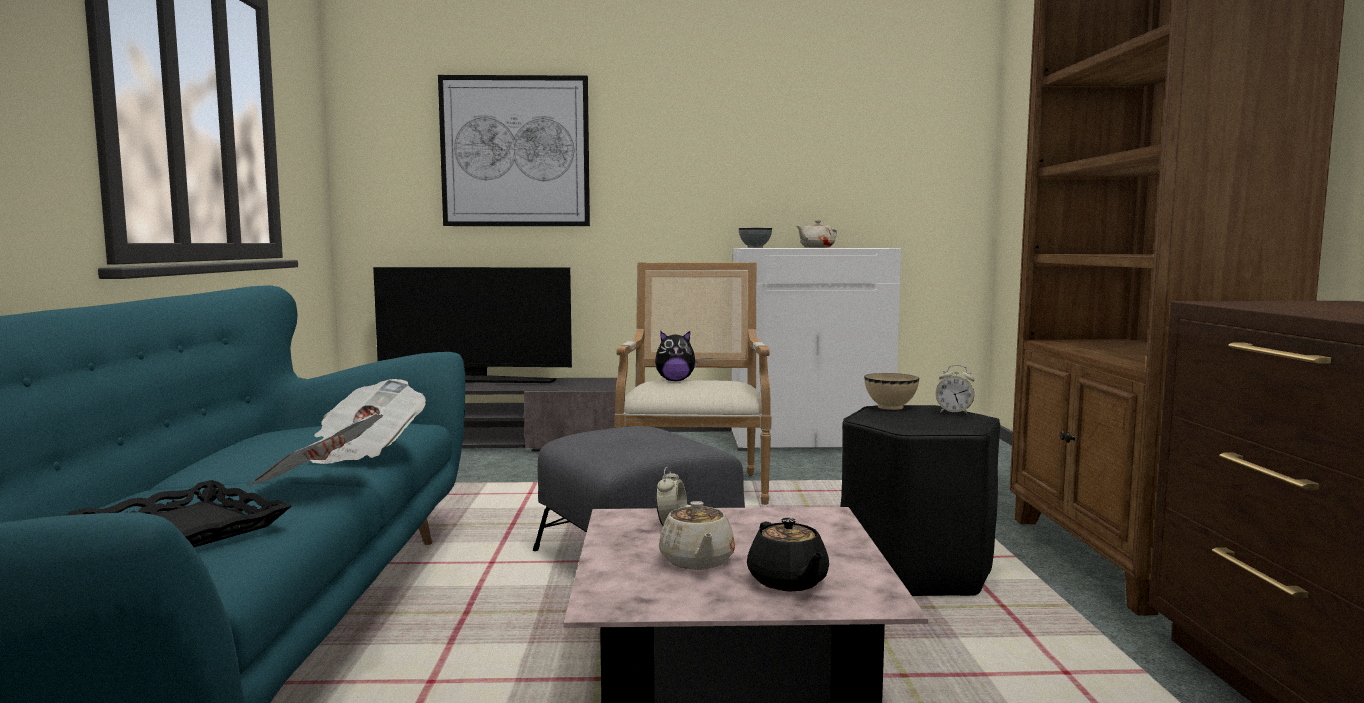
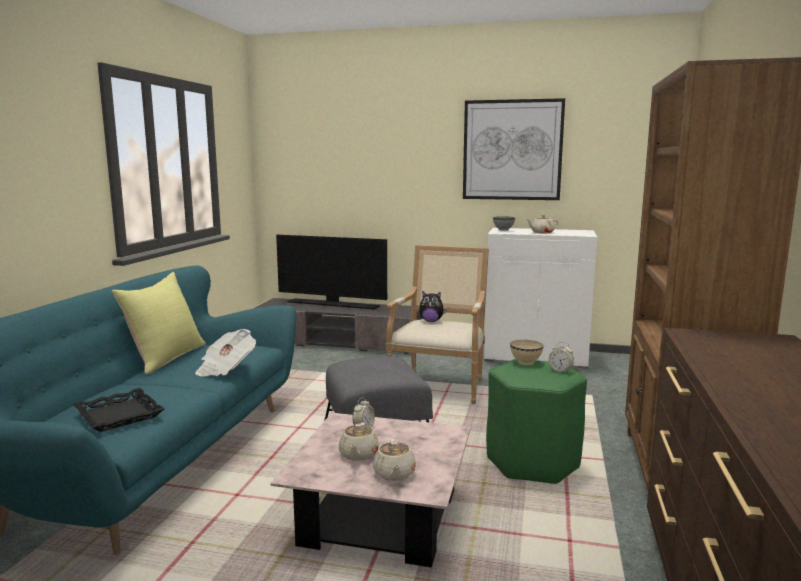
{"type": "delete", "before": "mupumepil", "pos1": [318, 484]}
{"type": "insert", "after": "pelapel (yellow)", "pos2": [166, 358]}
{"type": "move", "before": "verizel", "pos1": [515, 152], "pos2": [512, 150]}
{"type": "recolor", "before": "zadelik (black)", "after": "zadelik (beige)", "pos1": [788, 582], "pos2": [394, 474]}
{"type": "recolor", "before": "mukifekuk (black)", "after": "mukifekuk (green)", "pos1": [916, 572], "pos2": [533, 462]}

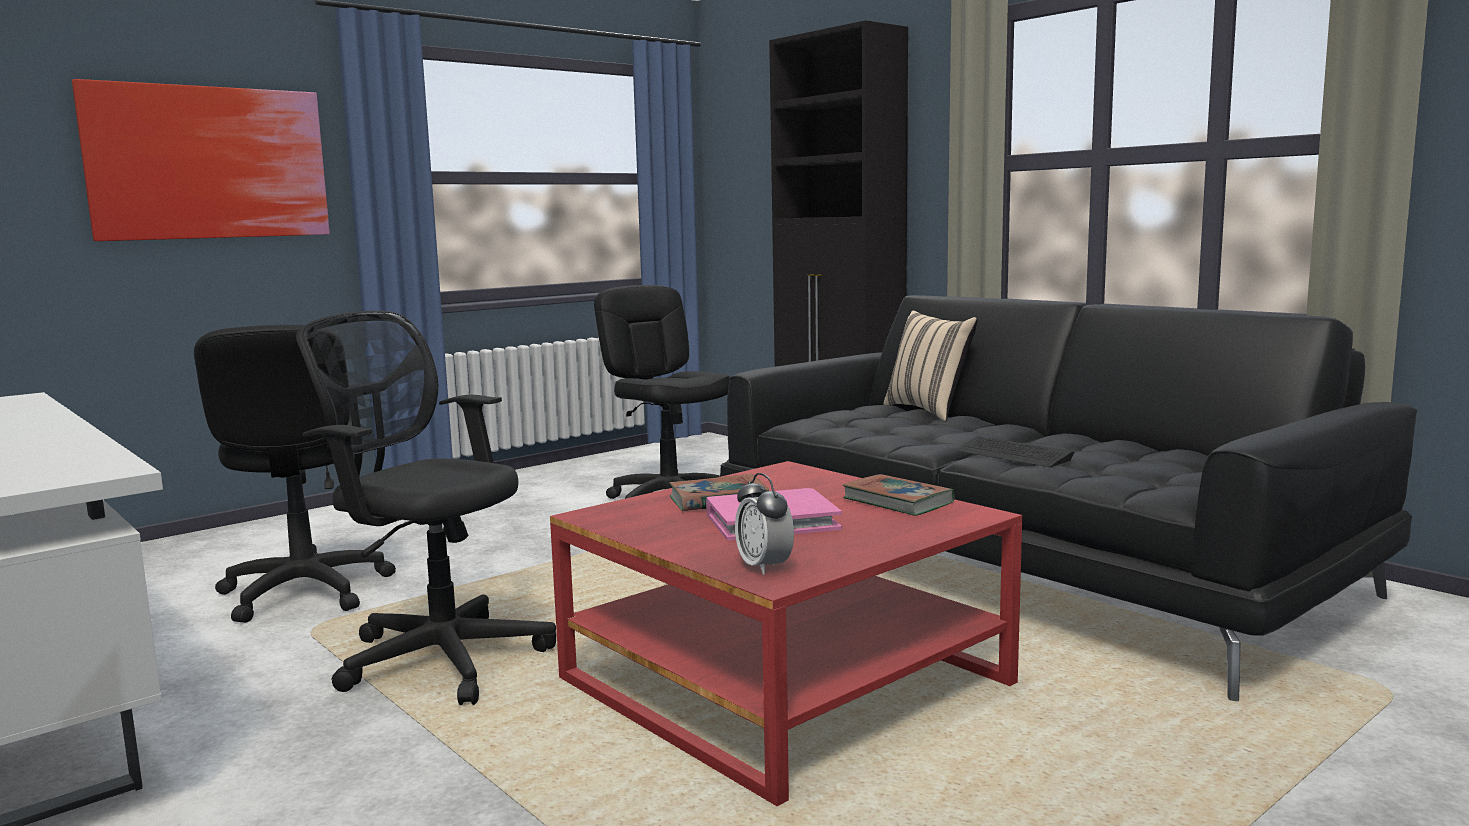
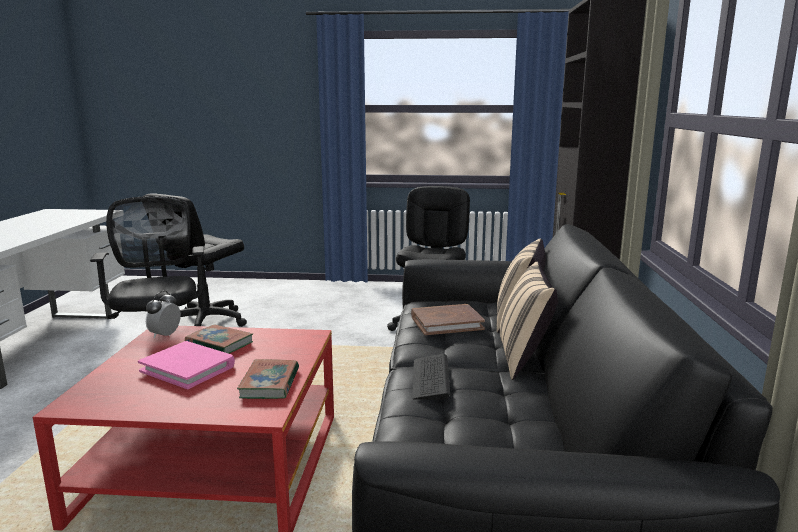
{"type": "delete", "before": "verizel", "pos1": [209, 163]}
{"type": "insert", "after": "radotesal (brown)", "pos2": [446, 323]}
{"type": "insert", "after": "pelapel (beige)", "pos2": [524, 359]}
{"type": "move", "before": "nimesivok", "pos1": [764, 567], "pos2": [165, 335]}

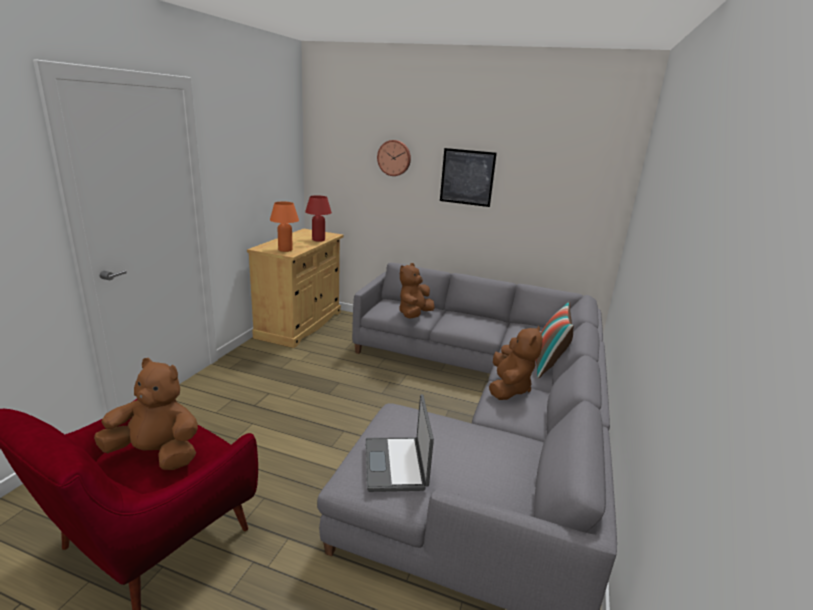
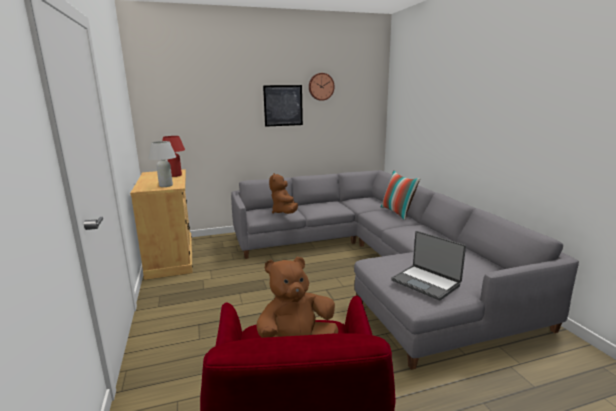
{"type": "delete", "before": "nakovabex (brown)", "pos1": [509, 388]}
{"type": "move", "before": "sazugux", "pos1": [394, 158], "pos2": [321, 86]}
{"type": "recolor", "before": "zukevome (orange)", "after": "zukevome (white)", "pos1": [285, 250], "pos2": [166, 185]}

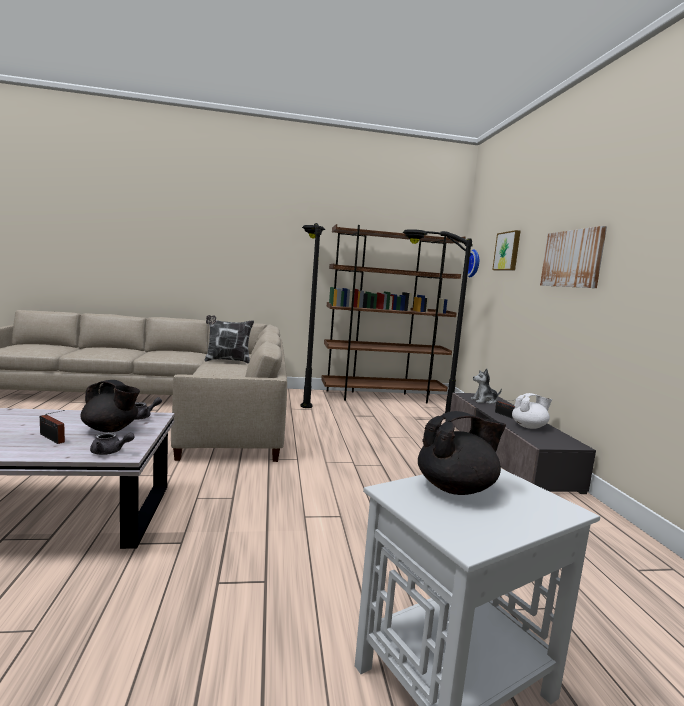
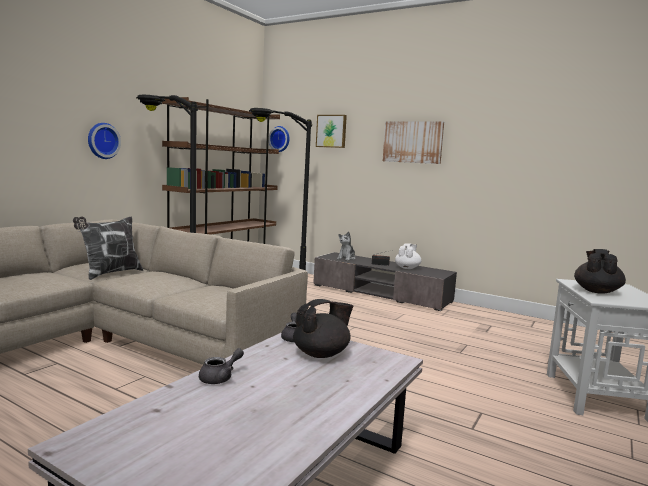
{"type": "delete", "before": "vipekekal", "pos1": [52, 439]}
{"type": "insert", "after": "sazugux", "pos2": [102, 140]}
{"type": "move", "before": "zadelik (grey)", "pos1": [110, 452], "pos2": [220, 378]}

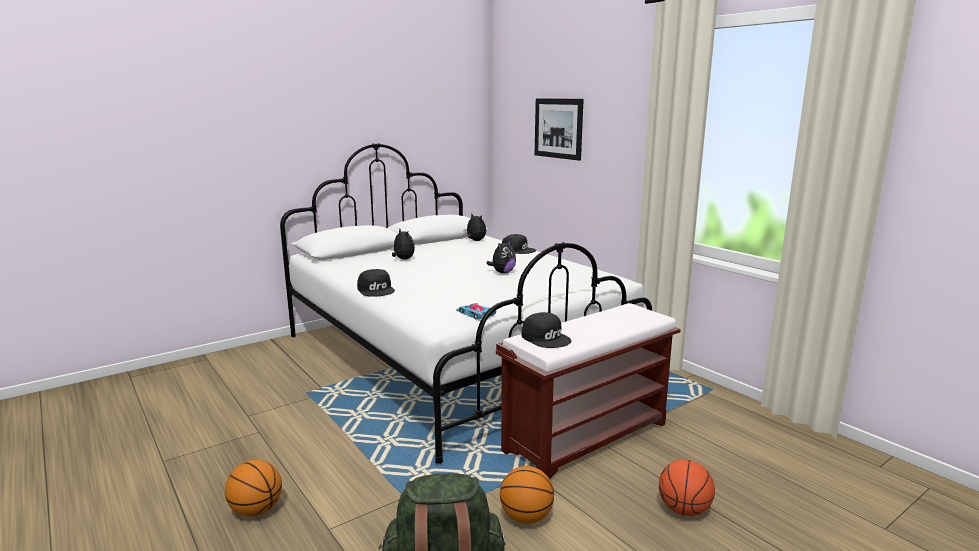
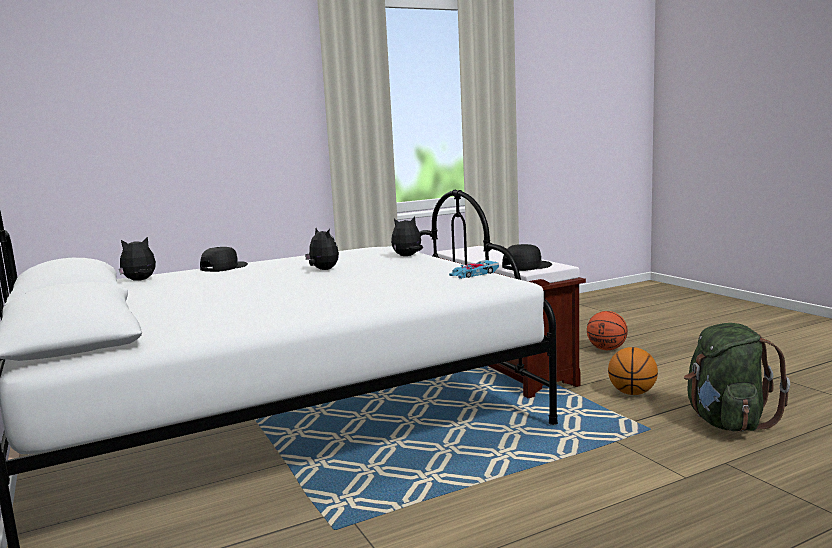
{"type": "delete", "before": "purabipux", "pos1": [256, 510]}
{"type": "delete", "before": "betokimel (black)", "pos1": [376, 290]}
{"type": "delete", "before": "verizel", "pos1": [558, 128]}
{"type": "move", "before": "nakovabex", "pos1": [403, 259], "pos2": [407, 256]}

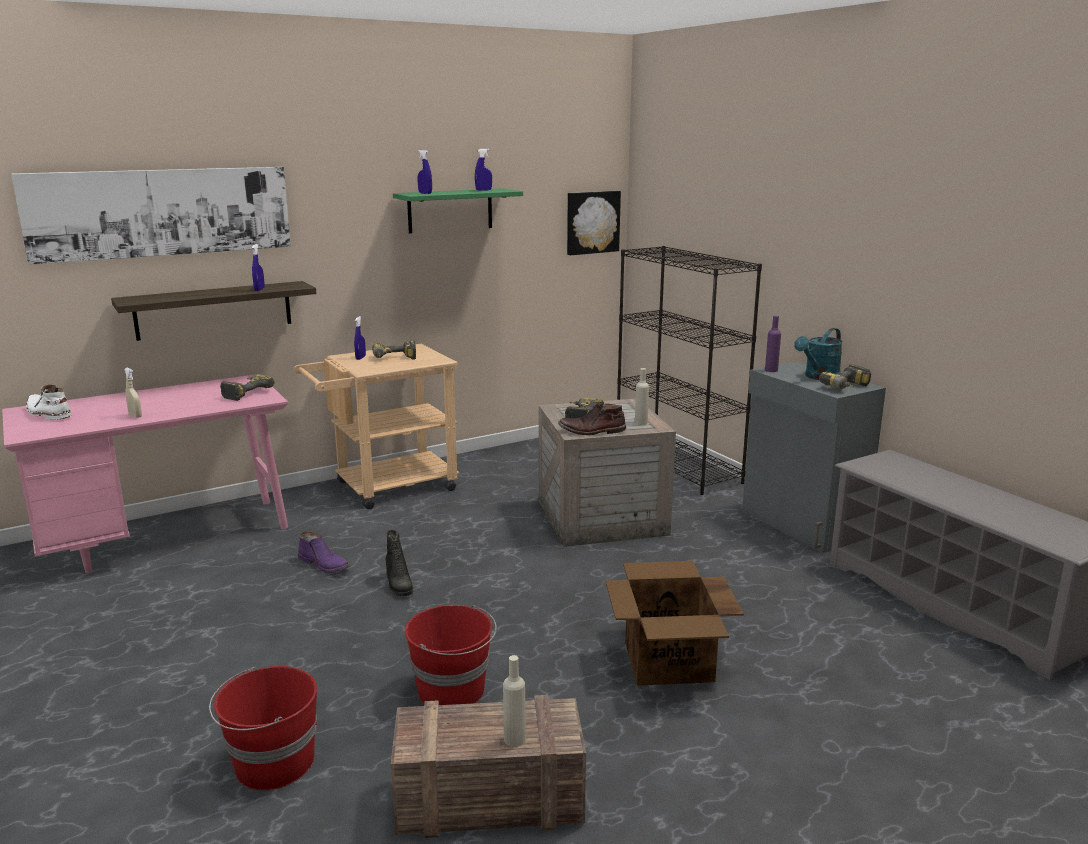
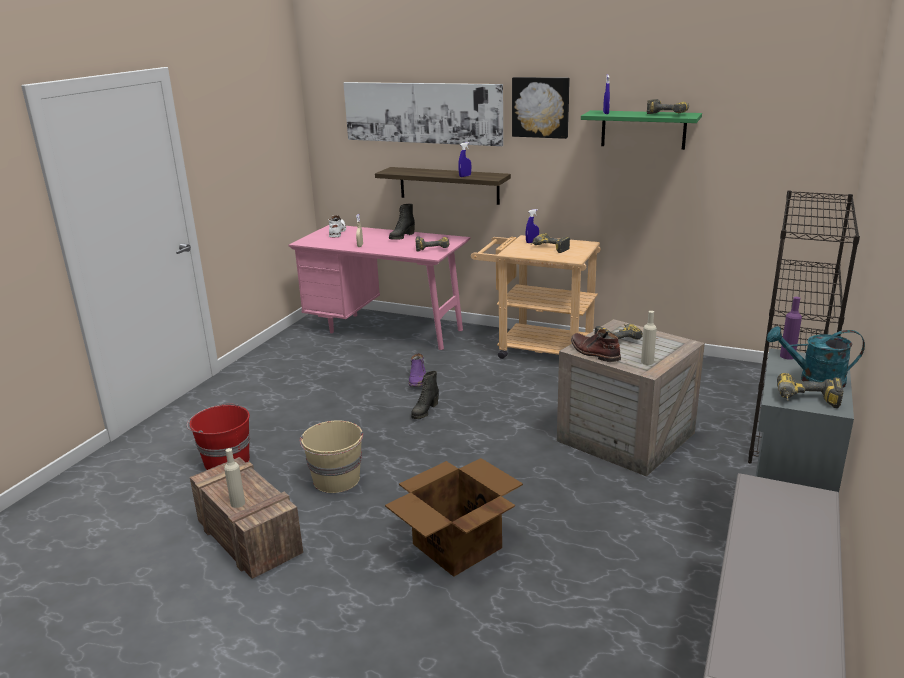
{"type": "insert", "after": "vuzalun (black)", "pos2": [401, 237]}
{"type": "move", "before": "verizel", "pos1": [592, 222], "pos2": [541, 107]}
{"type": "replace", "before": "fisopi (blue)", "after": "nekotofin", "pos1": [483, 190], "pos2": [669, 114]}
{"type": "recolor", "before": "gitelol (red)", "after": "gitelol (beige)", "pos1": [452, 690], "pos2": [336, 480]}

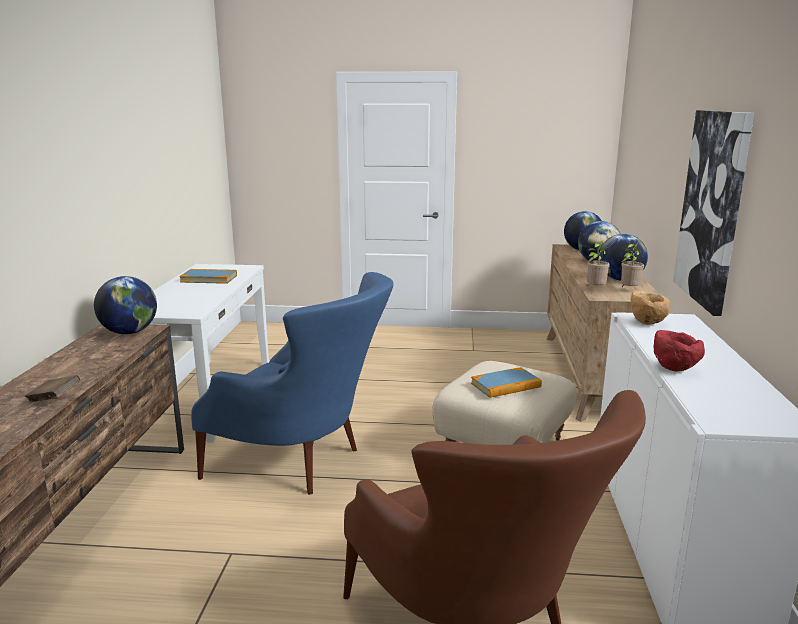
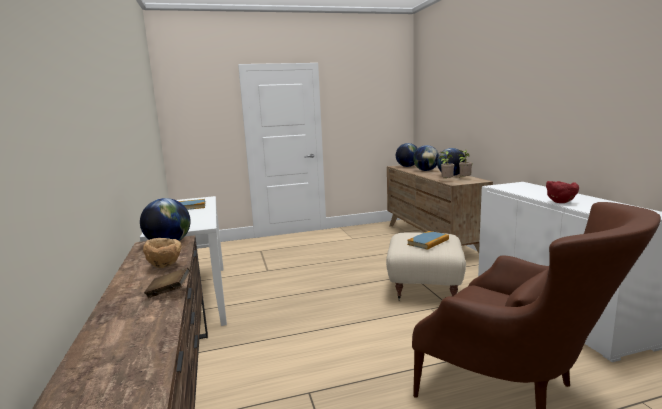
{"type": "delete", "before": "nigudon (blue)", "pos1": [304, 462]}
{"type": "delete", "before": "verizel", "pos1": [712, 208]}
{"type": "move", "before": "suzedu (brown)", "pos1": [647, 323], "pos2": [165, 266]}

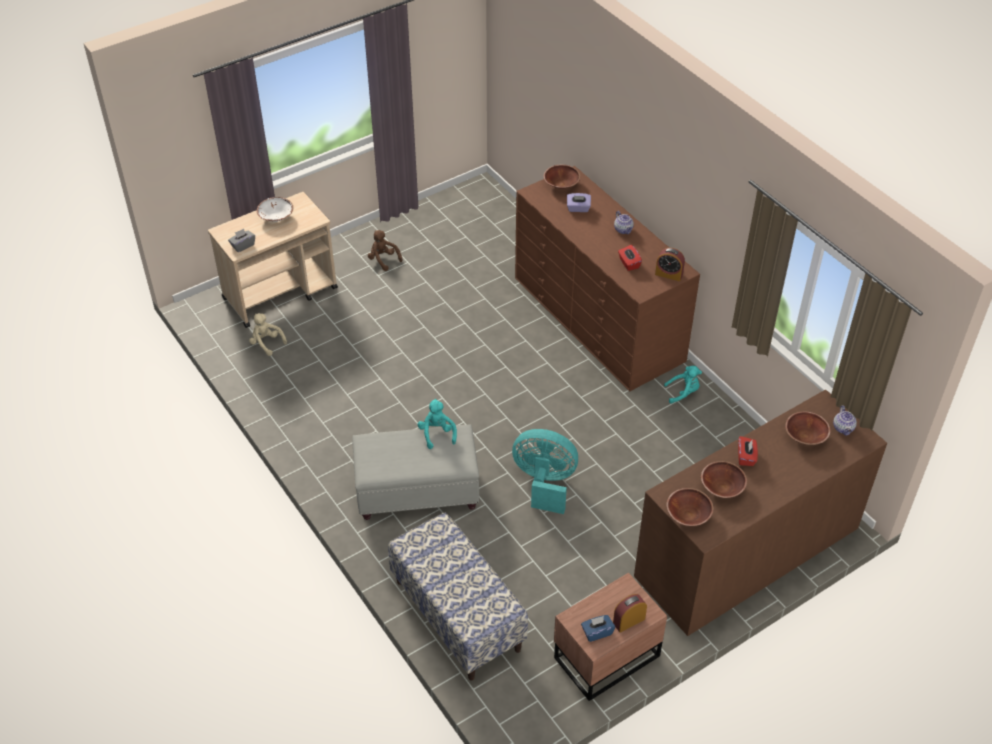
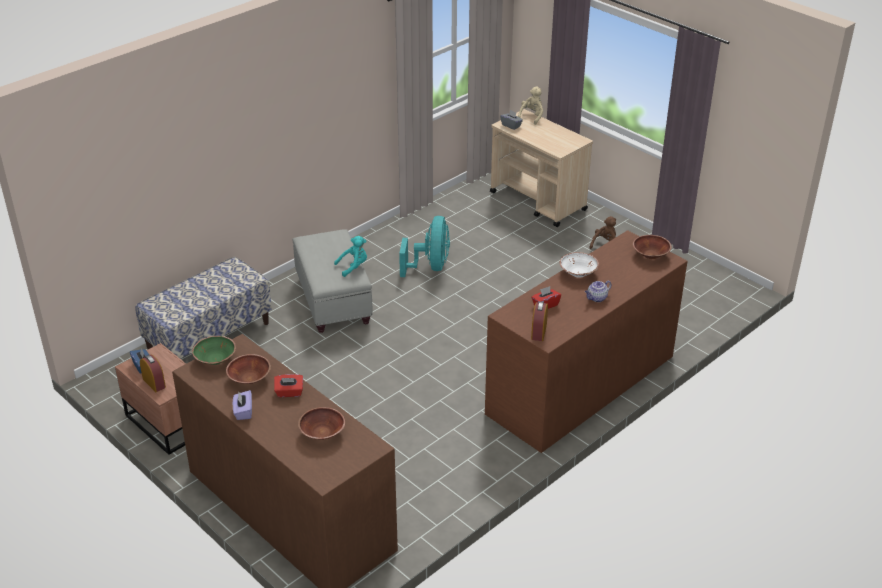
{"type": "delete", "before": "nakovabex (turquoise)", "pos1": [683, 392]}
{"type": "delete", "before": "zadelik", "pos1": [843, 428]}
{"type": "move", "before": "nakovabex (beige)", "pos1": [266, 343], "pos2": [532, 116]}
{"type": "move", "before": "suzedu (white)", "pos1": [276, 217], "pos2": [578, 273]}
{"type": "move", "before": "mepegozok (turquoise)", "pos1": [544, 483], "pos2": [430, 267]}
{"type": "move", "before": "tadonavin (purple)", "pos1": [578, 208], "pos2": [243, 412]}
{"type": "recolor", "before": "suzedu (brown)", "after": "suzedu (green)", "pos1": [688, 515], "pos2": [215, 359]}

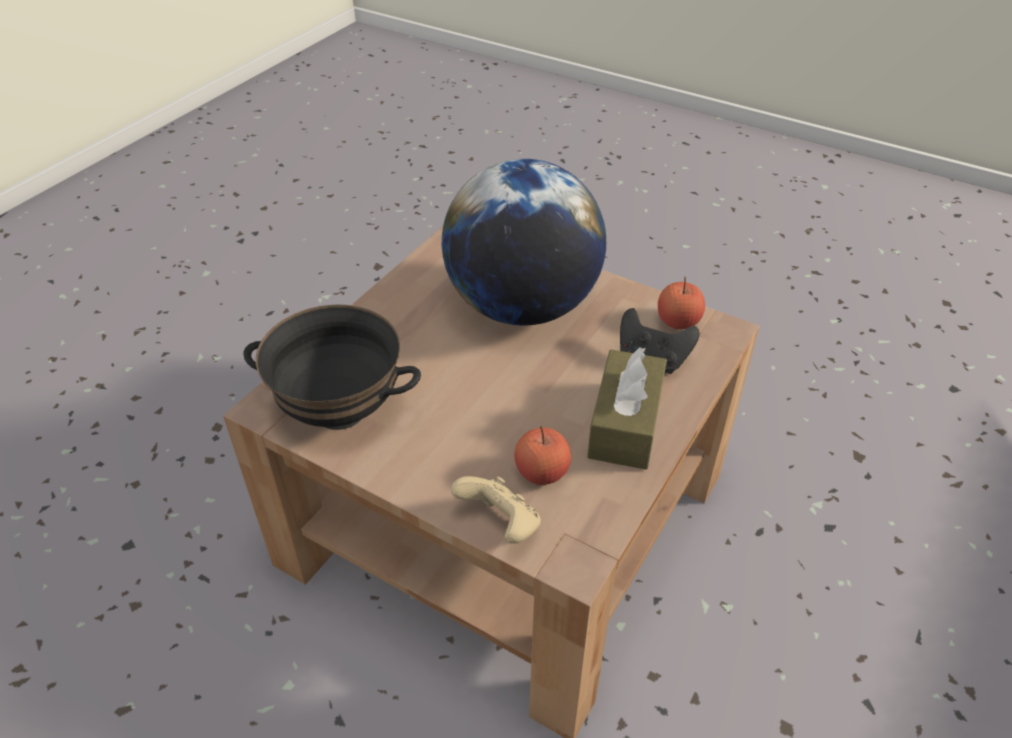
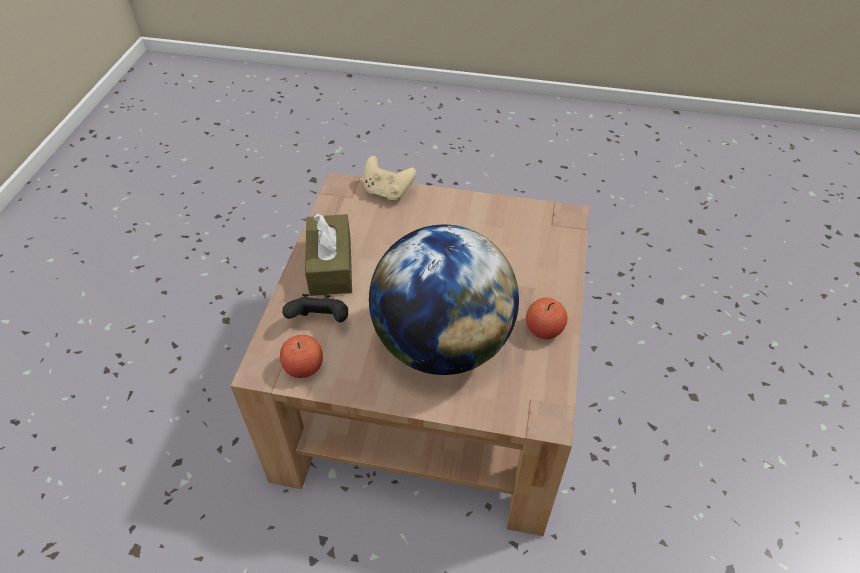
{"type": "delete", "before": "suzedu (black)", "pos1": [339, 412]}
{"type": "move", "before": "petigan", "pos1": [541, 472], "pos2": [544, 329]}

